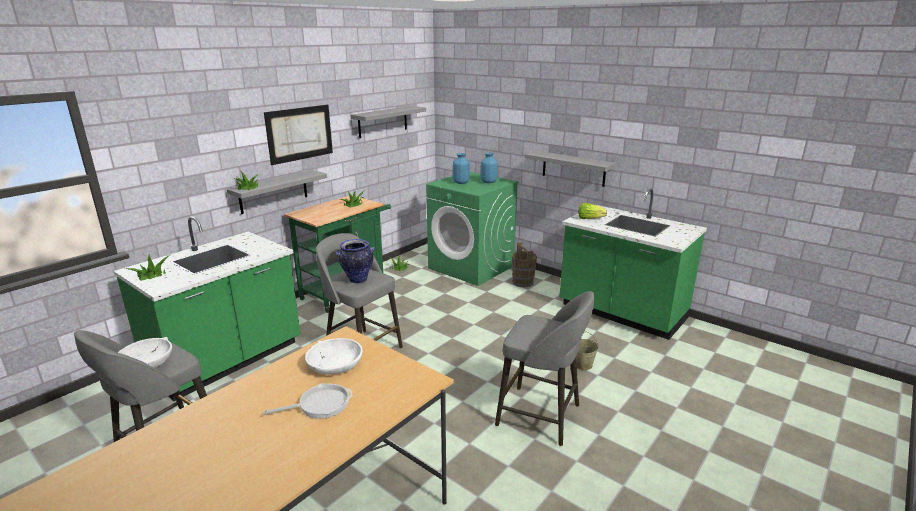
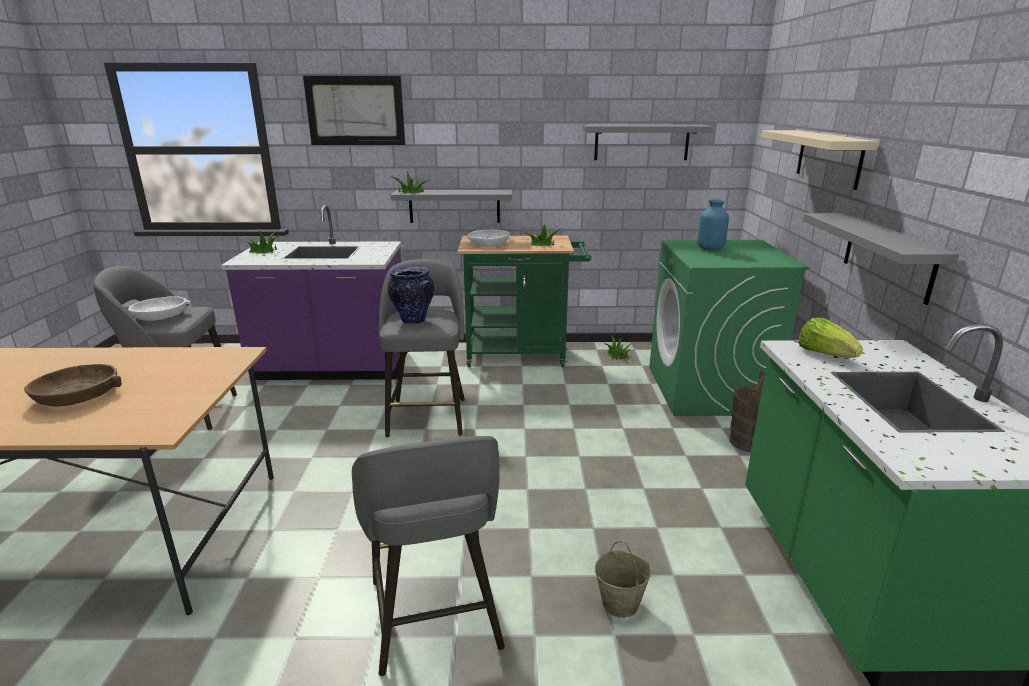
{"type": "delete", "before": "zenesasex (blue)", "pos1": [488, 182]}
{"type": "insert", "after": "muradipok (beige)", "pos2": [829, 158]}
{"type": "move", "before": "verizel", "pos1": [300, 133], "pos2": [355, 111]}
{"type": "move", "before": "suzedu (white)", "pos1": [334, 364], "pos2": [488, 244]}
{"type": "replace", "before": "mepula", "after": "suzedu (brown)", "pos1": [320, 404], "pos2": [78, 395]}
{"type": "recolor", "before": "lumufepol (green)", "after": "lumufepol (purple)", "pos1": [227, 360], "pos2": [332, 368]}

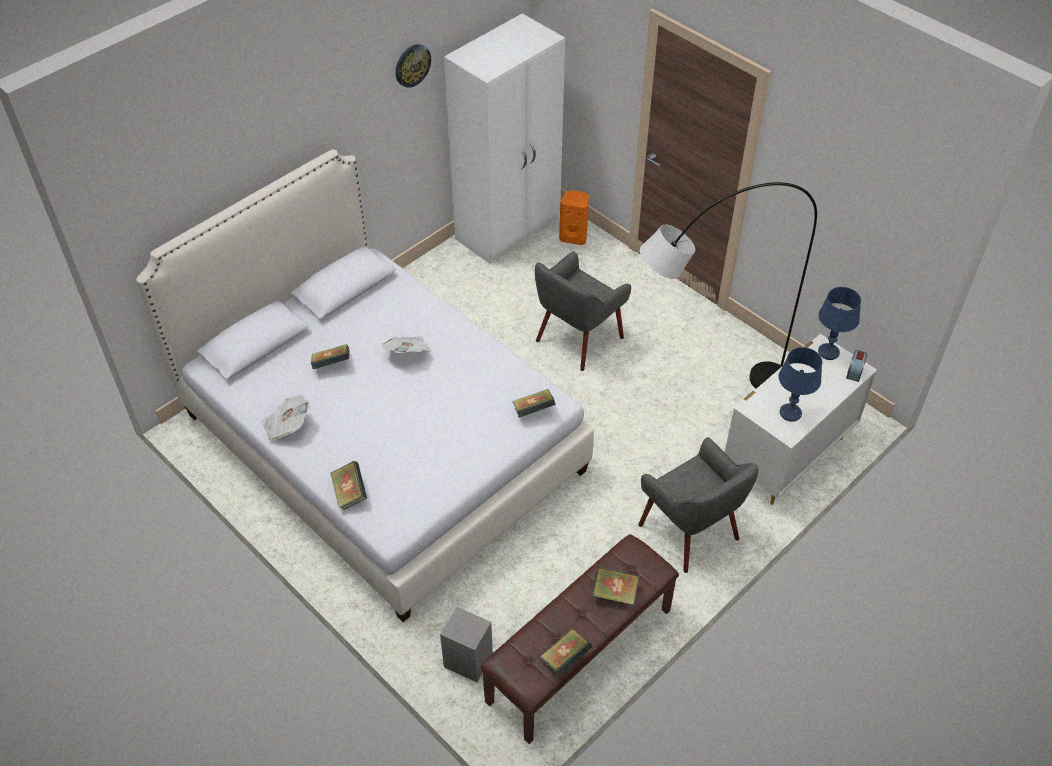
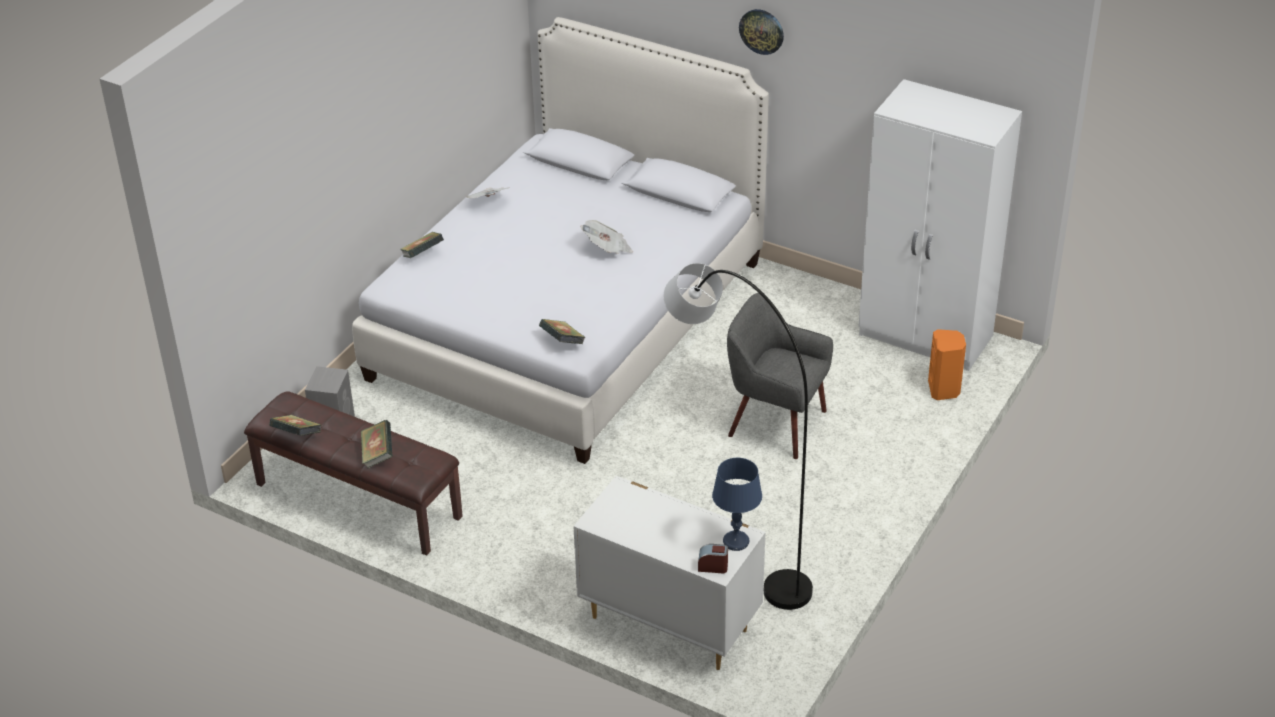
{"type": "delete", "before": "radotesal", "pos1": [331, 365]}
{"type": "delete", "before": "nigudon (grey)", "pos1": [690, 532]}
{"type": "delete", "before": "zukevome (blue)", "pos1": [790, 413]}
{"type": "move", "before": "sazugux", "pos1": [412, 65], "pos2": [761, 31]}

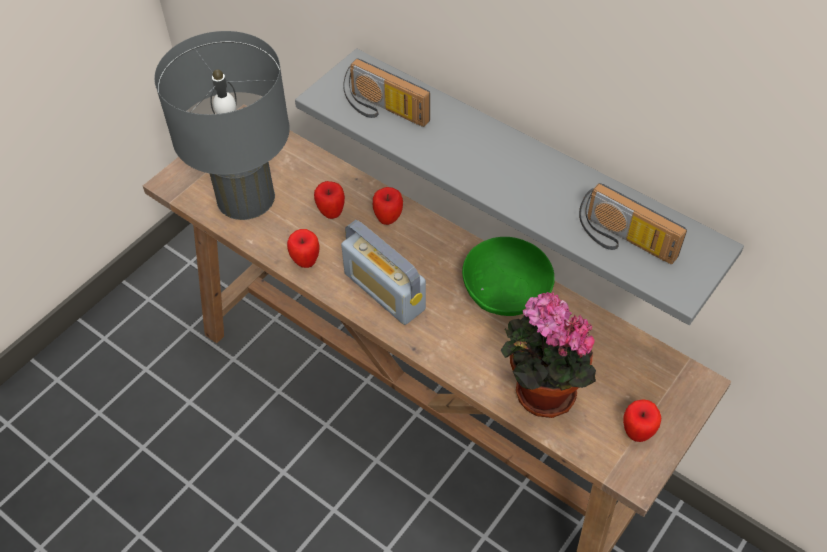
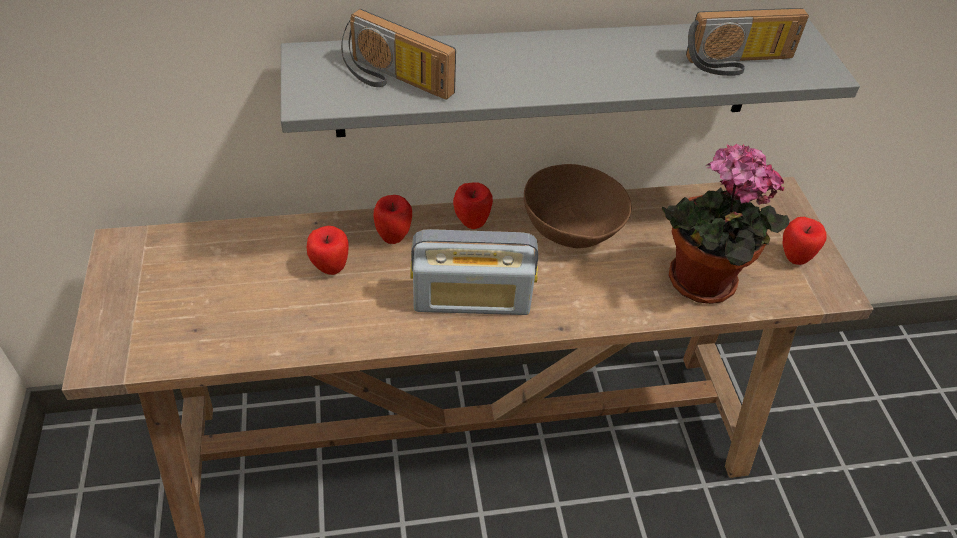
{"type": "delete", "before": "zukevome (grey)", "pos1": [245, 197]}
{"type": "move", "before": "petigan", "pos1": [305, 261], "pos2": [472, 223]}
{"type": "recolor", "before": "suzedu (green)", "after": "suzedu (brown)", "pos1": [506, 293], "pos2": [572, 227]}
{"type": "rotate", "before": "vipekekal", "pos1": [383, 111], "pos2": [393, 80], "turn": 45}

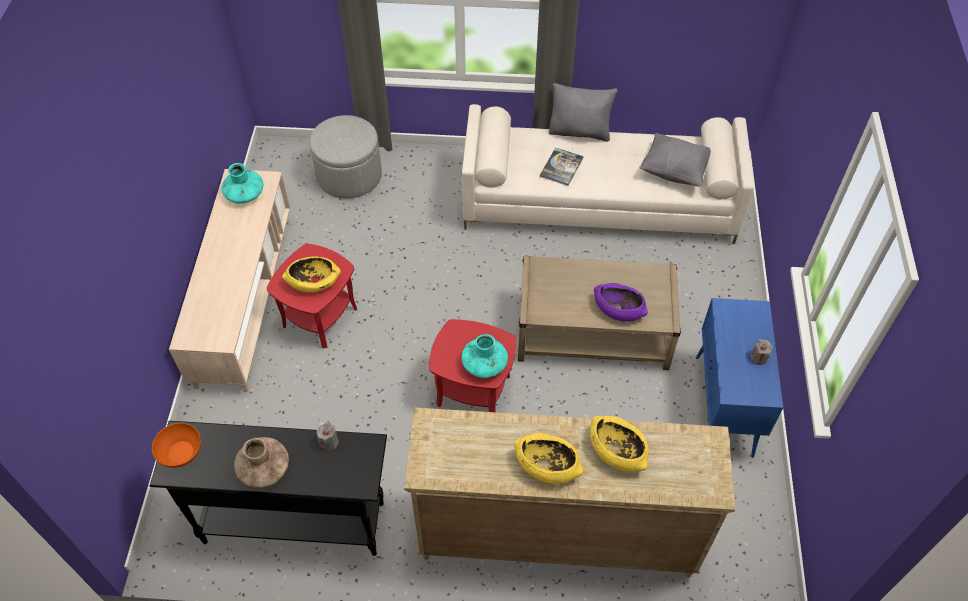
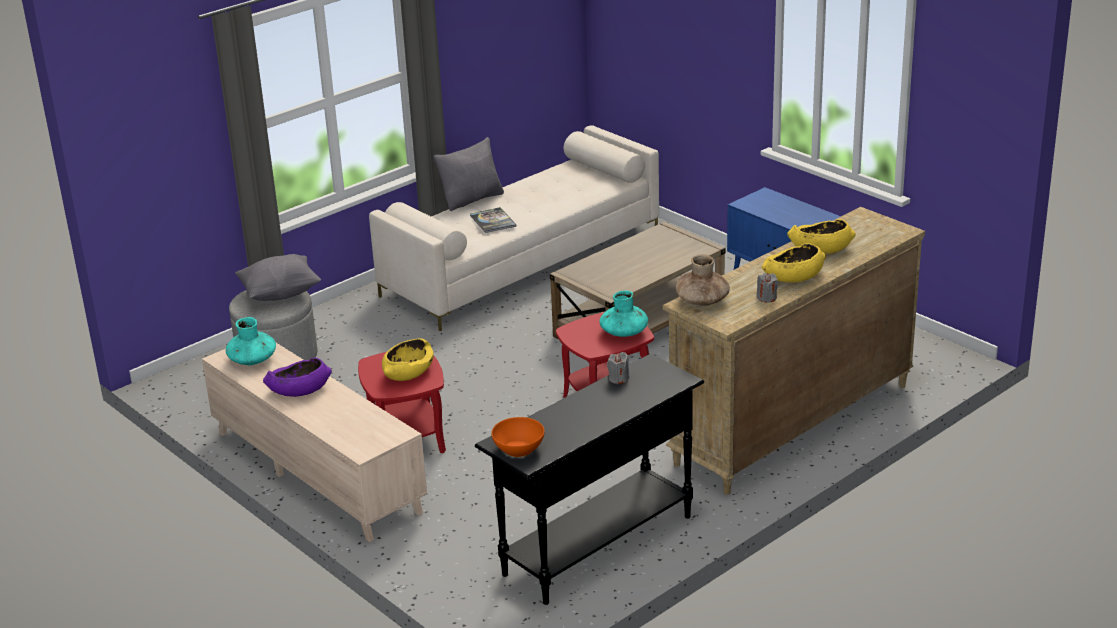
{"type": "move", "before": "zenesasex (brown)", "pos1": [264, 469], "pos2": [702, 301]}
{"type": "move", "before": "suzedu (purple)", "pos1": [618, 309], "pos2": [299, 390]}
{"type": "move", "before": "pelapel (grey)", "pos1": [675, 171], "pos2": [281, 293]}
{"type": "move", "before": "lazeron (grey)", "pos1": [759, 357], "pos2": [766, 298]}

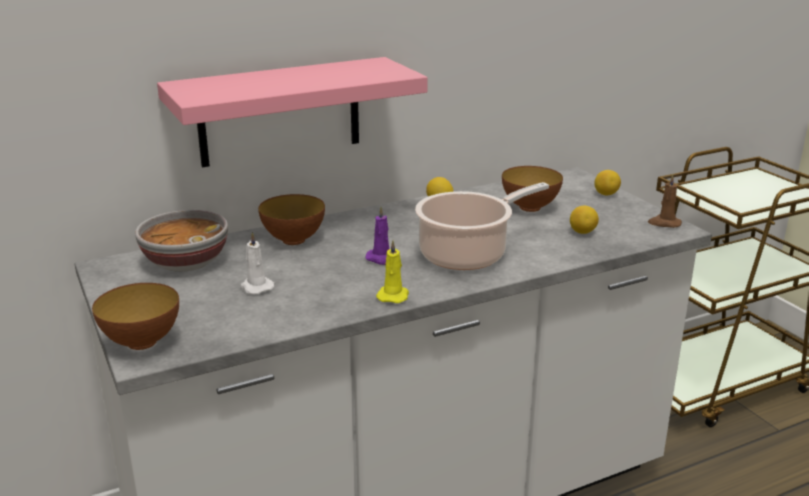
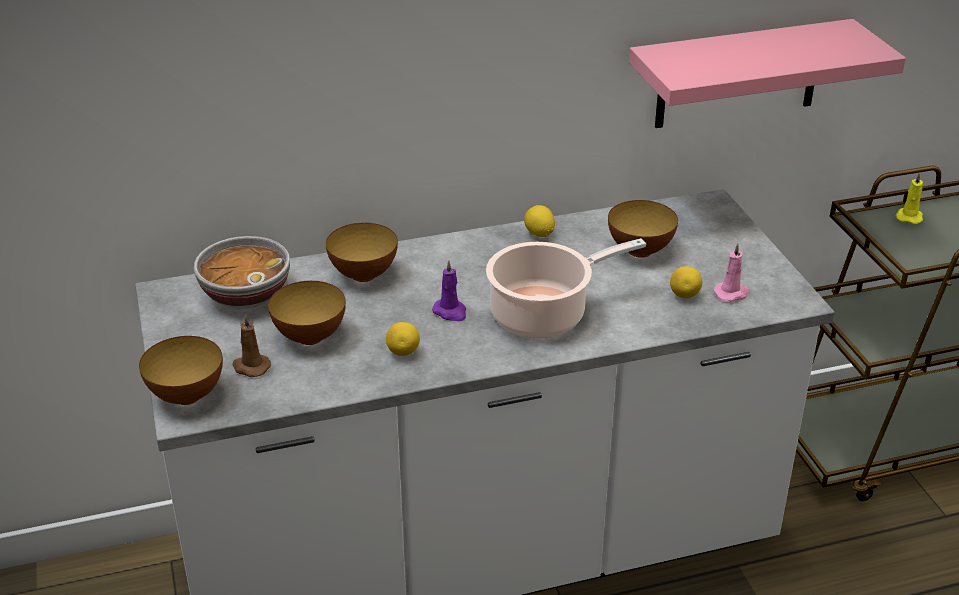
{"type": "insert", "after": "lazeron (pink)", "pos2": [732, 293]}
{"type": "move", "before": "muradipok (pink)", "pos1": [280, 112], "pos2": [738, 74]}
{"type": "move", "before": "lazeron (yellow)", "pos1": [393, 295], "pos2": [909, 217]}
{"type": "move", "before": "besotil", "pos1": [606, 194], "pos2": [403, 352]}
{"type": "move", "before": "lazeron (brown)", "pos1": [664, 223], "pos2": [250, 367]}
{"type": "replace", "before": "lazeron (white)", "after": "suzedu", "pos1": [256, 287], "pos2": [310, 337]}

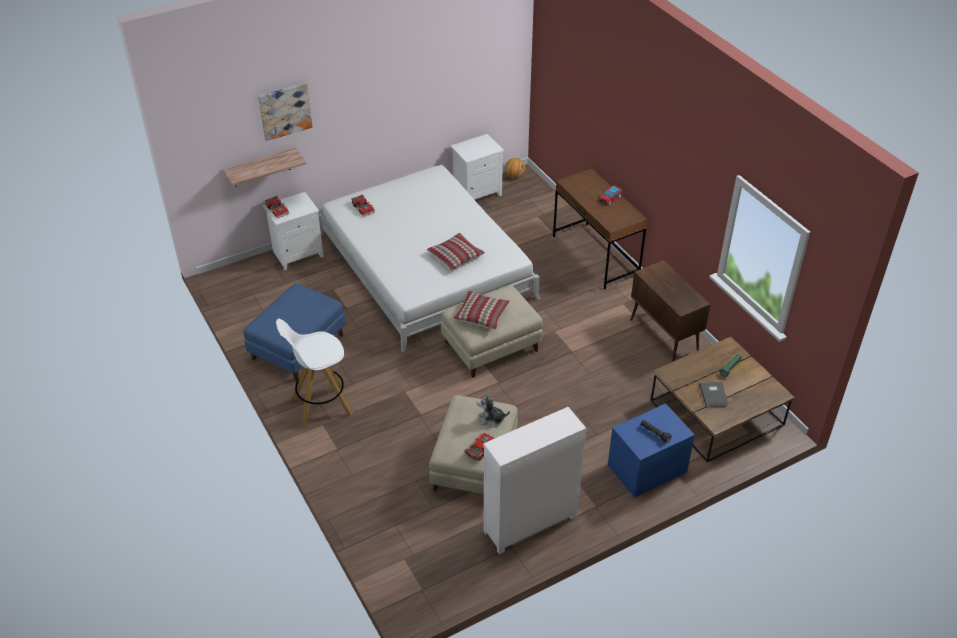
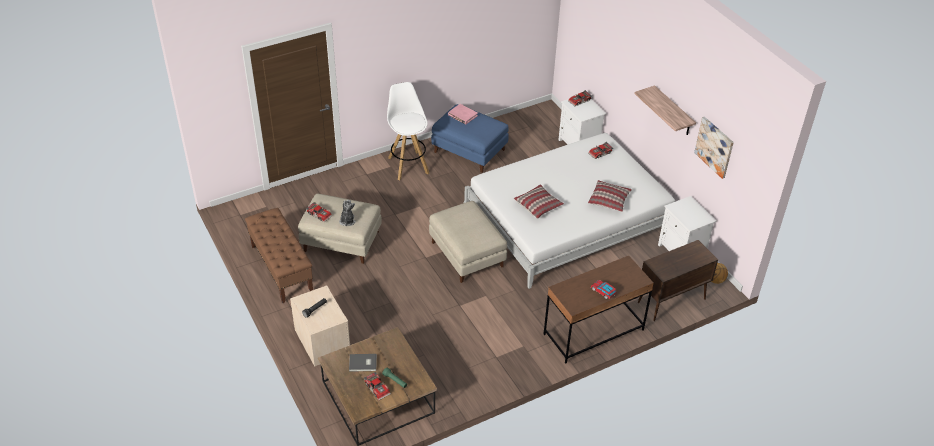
{"type": "insert", "after": "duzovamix", "pos2": [378, 388]}
{"type": "insert", "after": "radotesal (pink)", "pos2": [462, 115]}
{"type": "move", "before": "muradipok", "pos1": [261, 168], "pos2": [673, 111]}
{"type": "move", "before": "verizel", "pos1": [285, 111], "pos2": [714, 147]}
{"type": "move", "before": "pelapel", "pos1": [481, 315], "pos2": [609, 200]}
{"type": "move", "before": "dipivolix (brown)", "pos1": [664, 336], "pos2": [671, 301]}
{"type": "replace", "before": "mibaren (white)", "after": "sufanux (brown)", "pos1": [529, 524], "pos2": [281, 268]}
{"type": "recolor", "before": "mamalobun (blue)", "after": "mamalobun (beige)", "pos1": [646, 468], "pos2": [322, 340]}

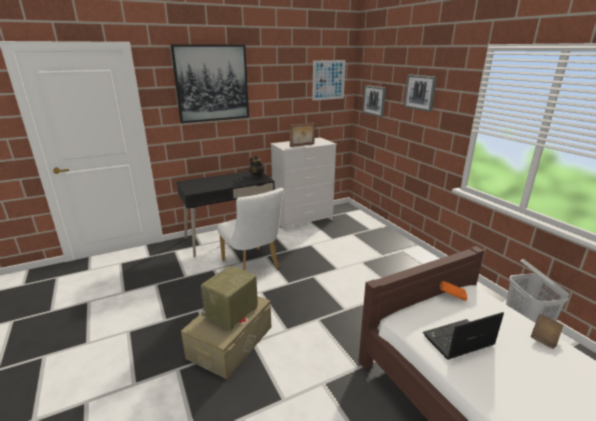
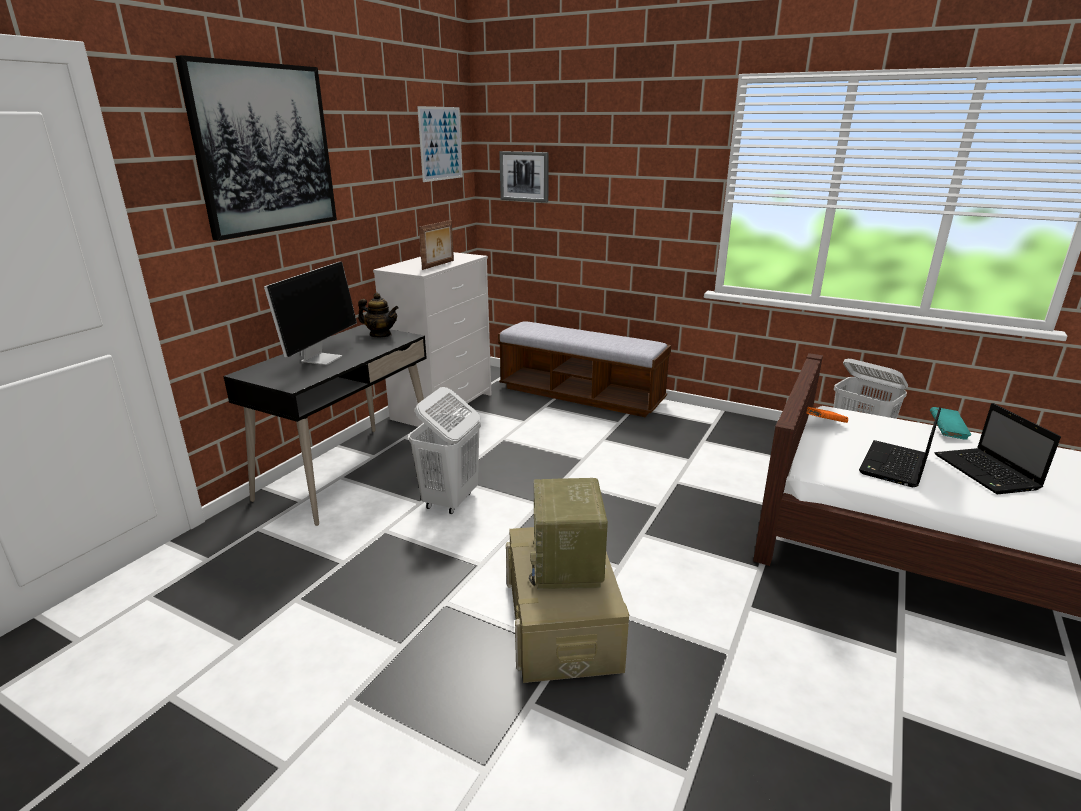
{"type": "delete", "before": "verizel", "pos1": [420, 92]}
{"type": "insert", "after": "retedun", "pos2": [322, 358]}
{"type": "insert", "after": "sufanux", "pos2": [581, 395]}
{"type": "insert", "after": "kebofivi", "pos2": [987, 473]}
{"type": "replace", "before": "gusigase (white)", "after": "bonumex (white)", "pos1": [253, 266], "pos2": [450, 500]}
{"type": "recolor", "before": "radotesal (brown)", "after": "radotesal (turquoise)", "pos1": [544, 337], "pos2": [947, 432]}

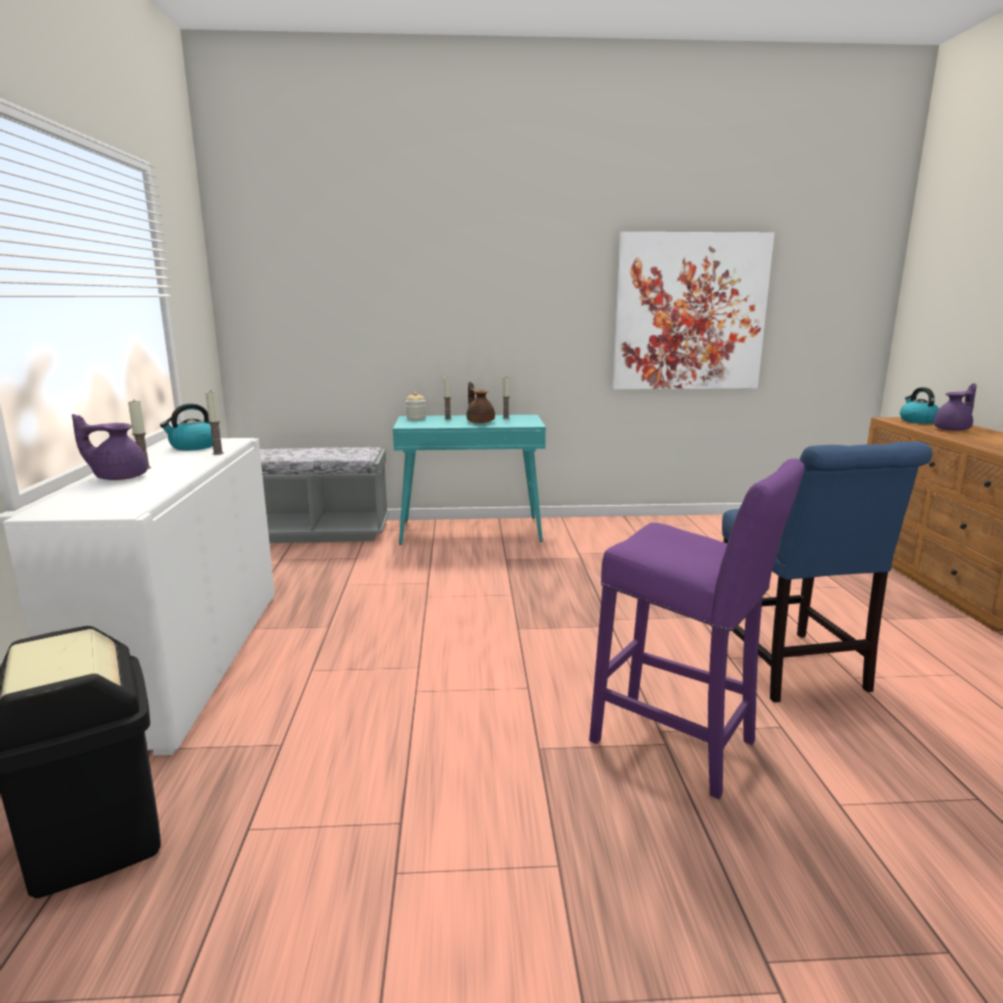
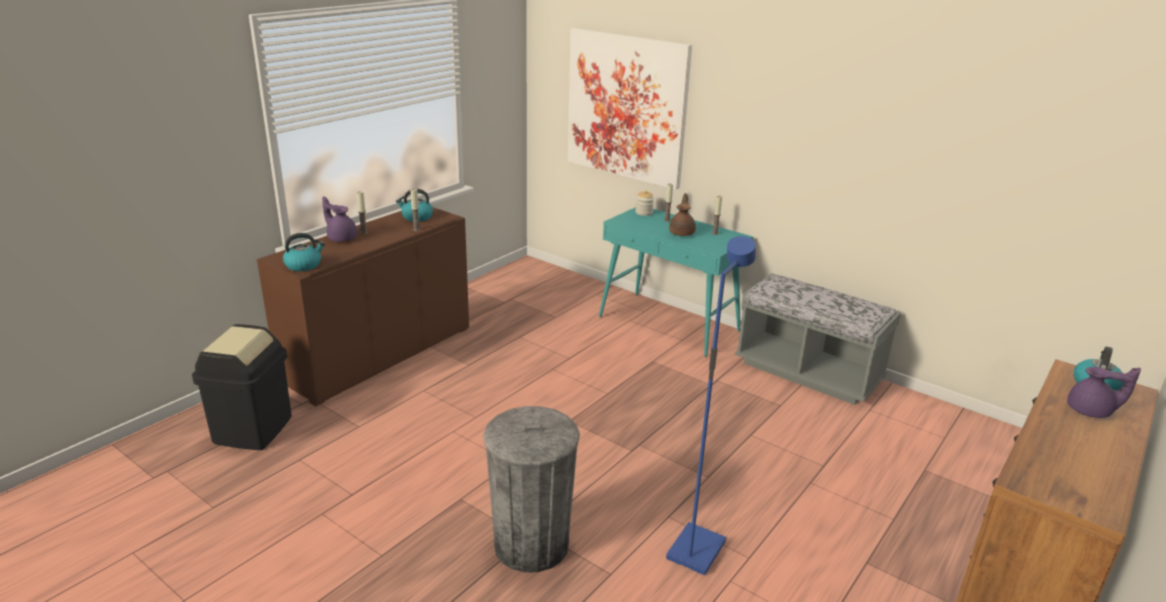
{"type": "insert", "after": "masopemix", "pos2": [304, 265]}
{"type": "move", "before": "sufanux (grey)", "pos1": [319, 533], "pos2": [808, 372]}
{"type": "move", "before": "verizel", "pos1": [690, 312], "pos2": [626, 107]}
{"type": "replace", "before": "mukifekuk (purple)", "after": "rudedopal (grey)", "pos1": [680, 746], "pos2": [531, 545]}
{"type": "replace", "before": "gusigase (blue)", "after": "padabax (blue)", "pos1": [792, 670], "pos2": [695, 550]}
{"type": "recolor", "before": "dipivolix (white)", "after": "dipivolix (brown)", "pos1": [188, 661], "pos2": [379, 355]}

